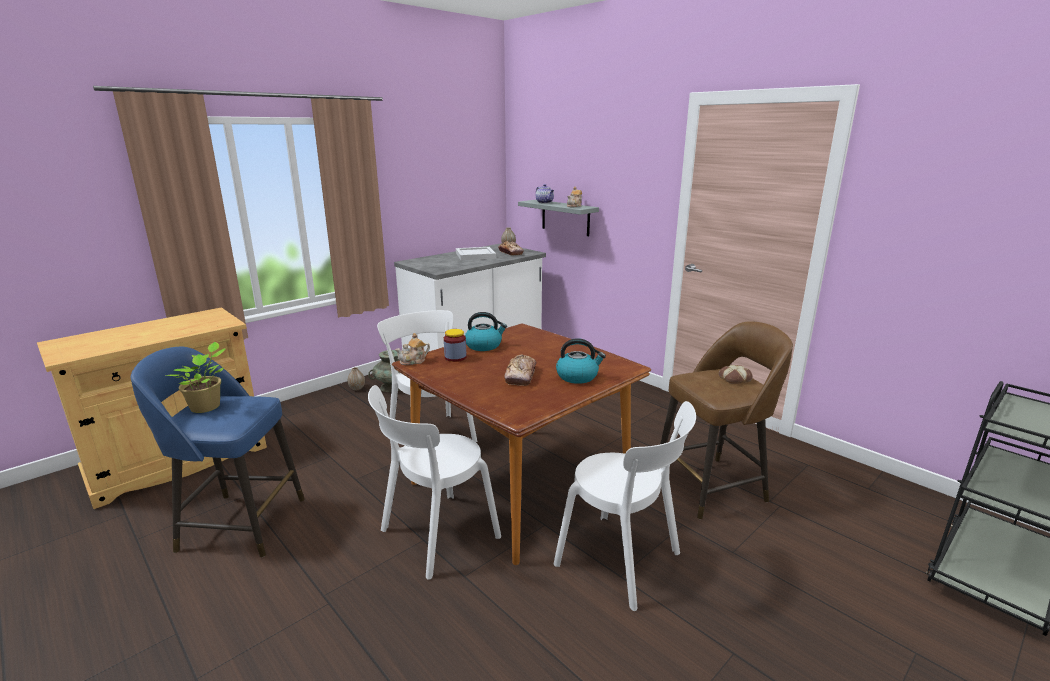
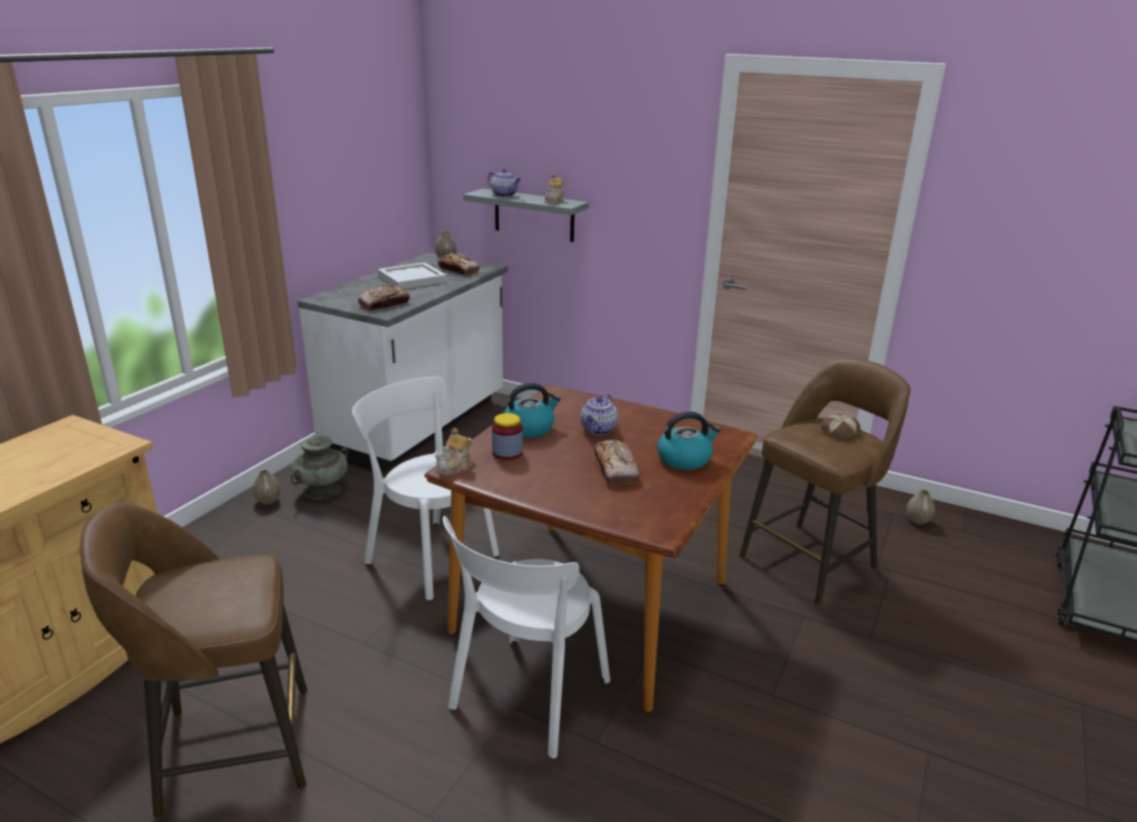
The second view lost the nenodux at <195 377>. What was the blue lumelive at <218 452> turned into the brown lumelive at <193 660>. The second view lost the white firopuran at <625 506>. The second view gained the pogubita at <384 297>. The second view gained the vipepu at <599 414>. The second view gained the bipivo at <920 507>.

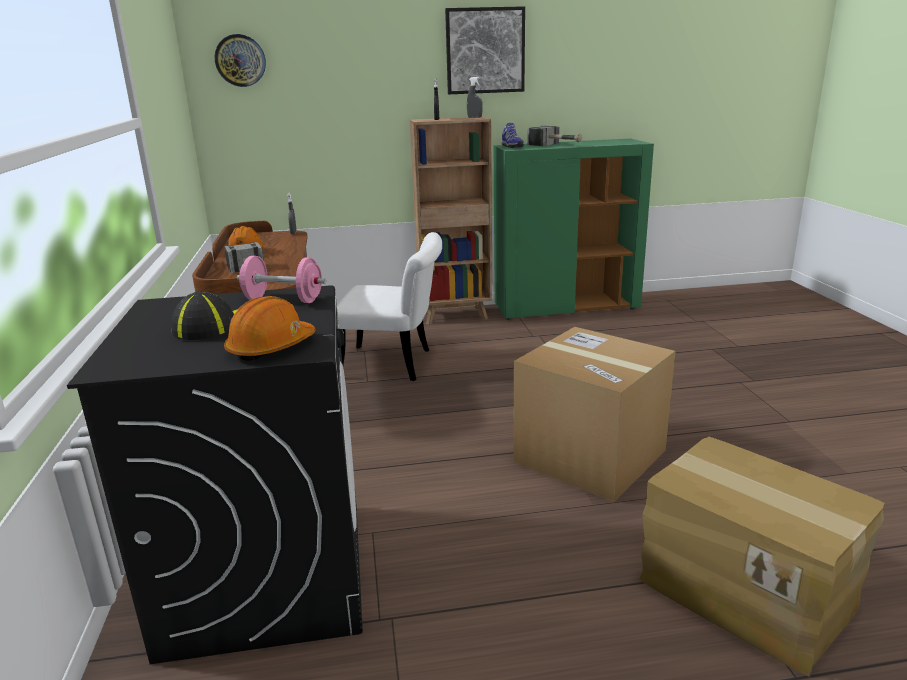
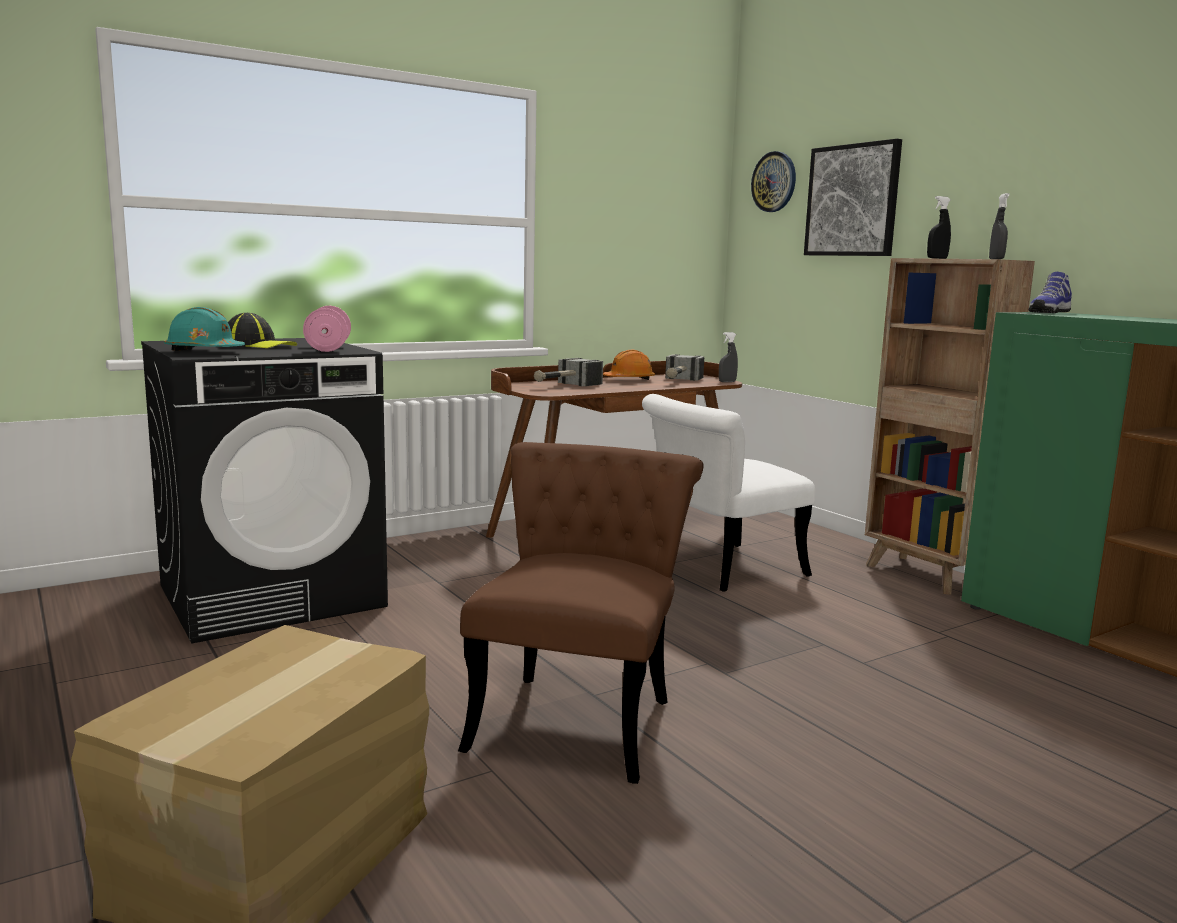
The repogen ended up elsewhere, having gone from <485 50> to <853 197>. The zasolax ended up elsewhere, having gone from <555 136> to <684 367>. The white firopuran at <389 306> ended up facing another way, 75 degrees clockwise from before. What was the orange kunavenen at <269 328> turned into the turquoise kunavenen at <204 329>. Where the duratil stood at <594 414>, the brown firopuran came to stand at <581 613>.

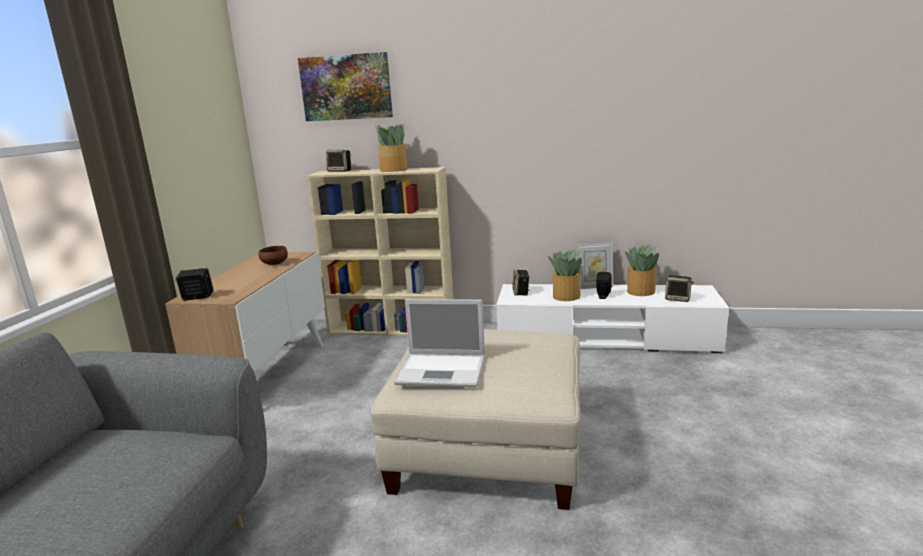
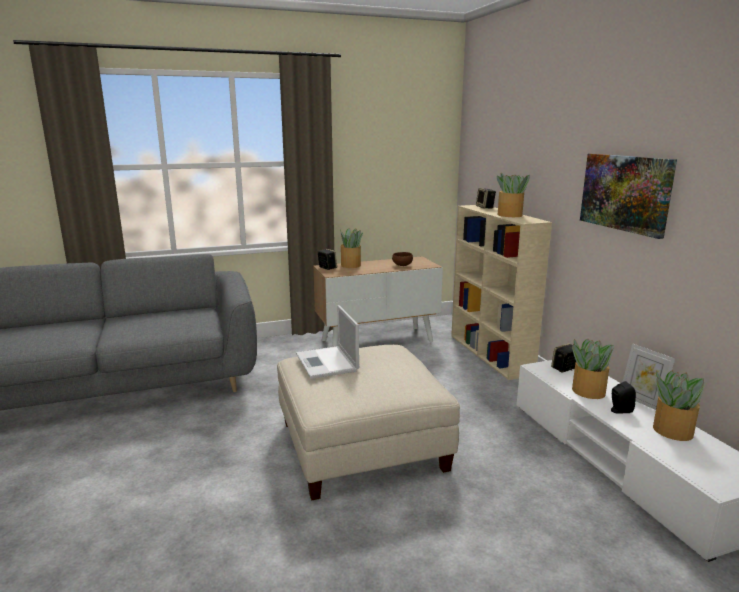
The repogen ended up elsewhere, having gone from <345 86> to <628 196>. The second view lost the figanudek at <679 288>. The second view gained the nenodux at <351 248>.

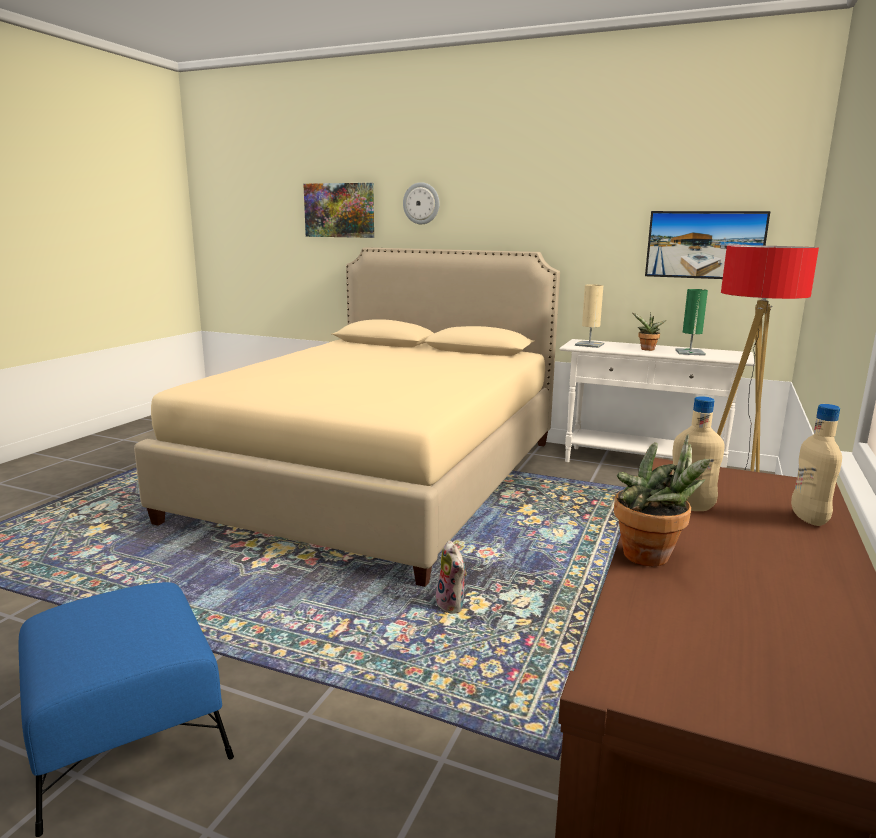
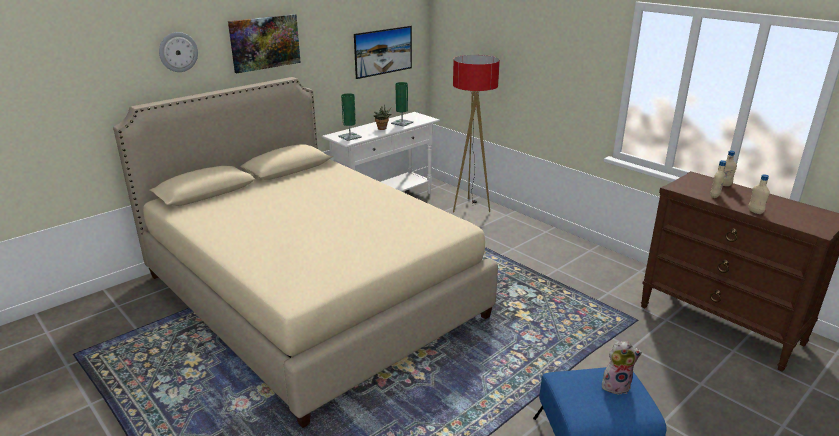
The repogen ended up elsewhere, having gone from <338 210> to <264 43>. What was the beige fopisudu at <589 316> turned into the green fopisudu at <350 117>. Where the nenodux stood at <662 500>, the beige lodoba came to stand at <759 194>. The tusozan ended up elsewhere, having gone from <451 577> to <622 368>.

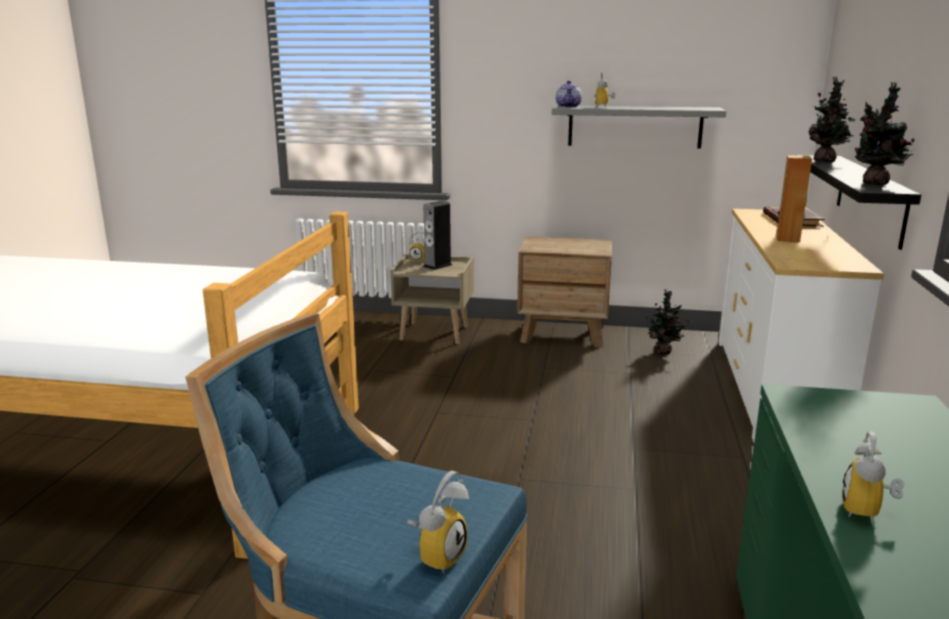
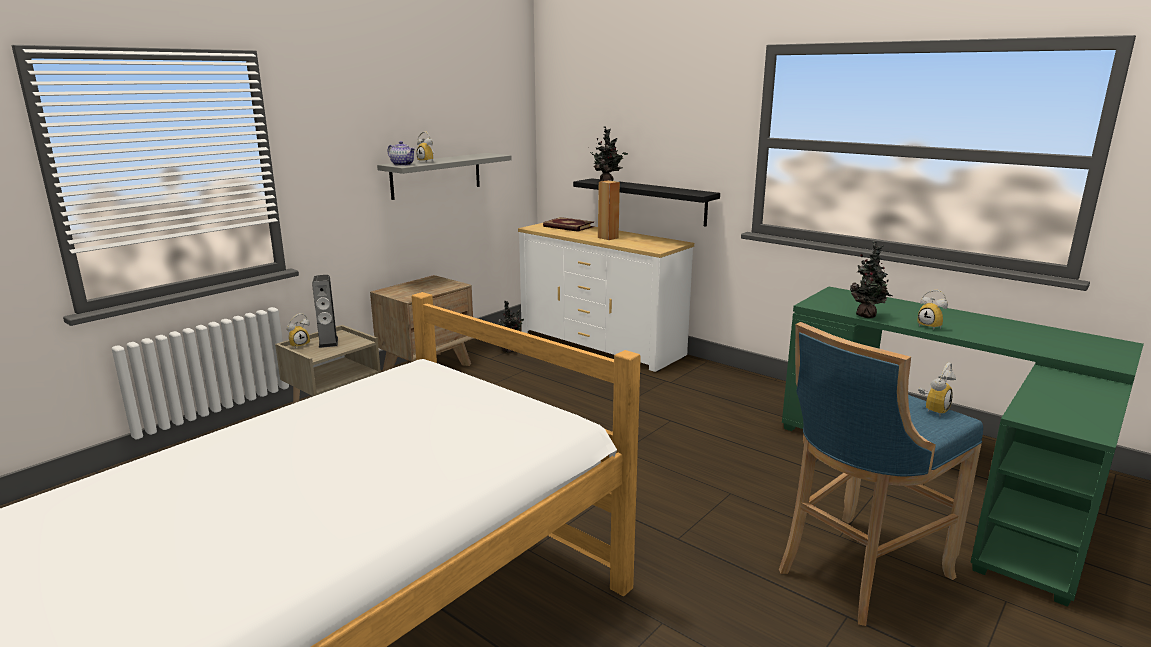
The nenodux ended up elsewhere, having gone from <884 133> to <871 279>. The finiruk at <438 522> ended up facing another way, 75 degrees clockwise from before.

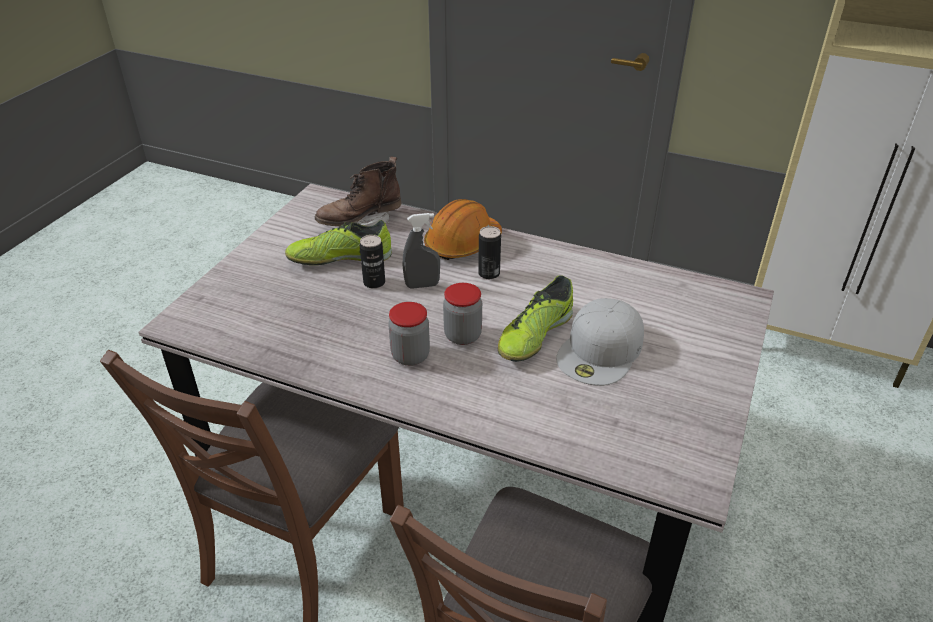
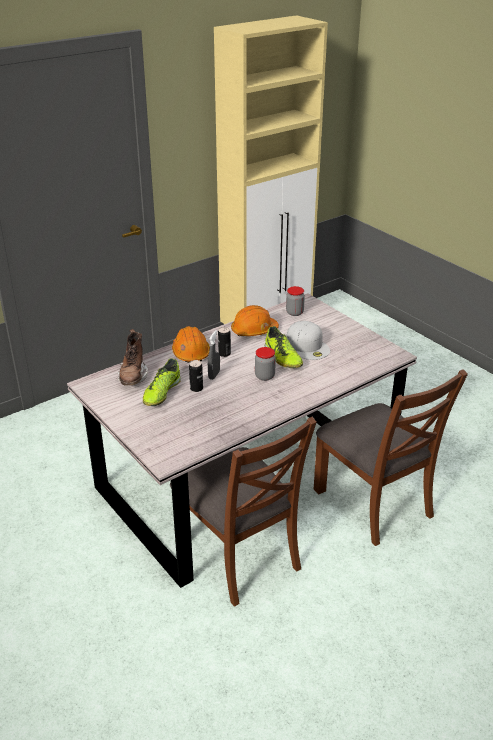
The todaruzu ended up elsewhere, having gone from <409 334> to <295 301>. The second view gained the orange kunavenen at <255 320>.

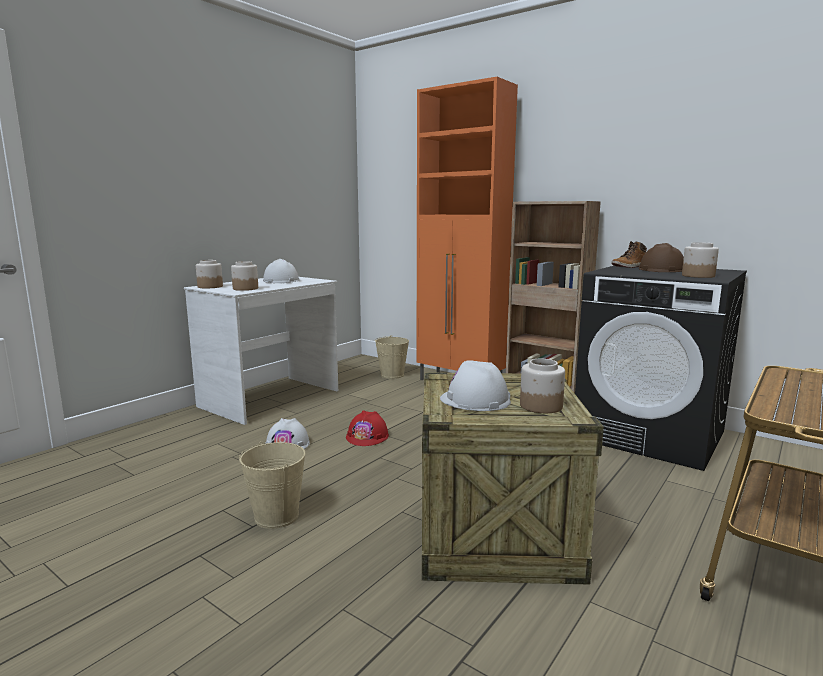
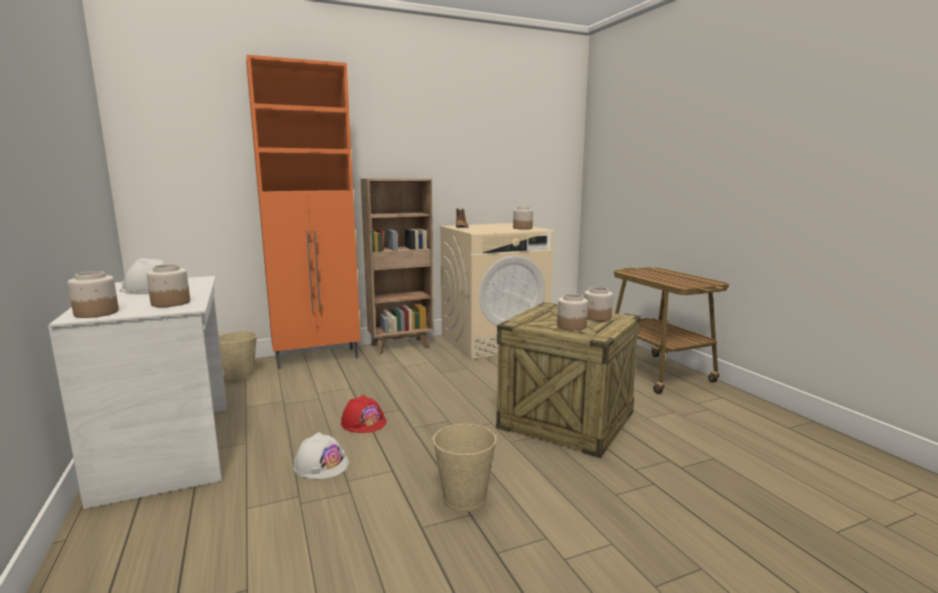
The second view lost the brown kunavenen at <661 257>. What was the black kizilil at <661 368> turned into the beige kizilil at <497 291>. Where the white kunavenen stood at <475 385>, the todaruzu came to stand at <572 312>.

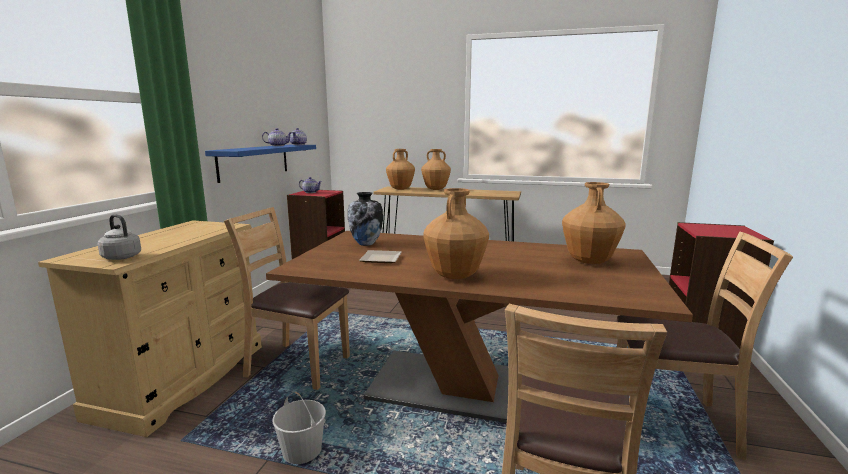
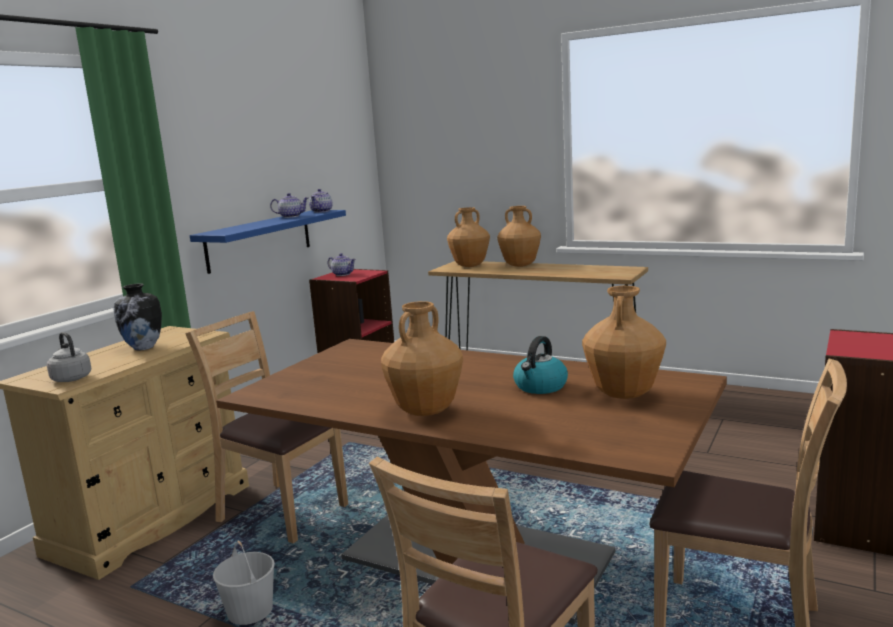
The bipivo ended up elsewhere, having gone from <365 219> to <137 317>. The second view lost the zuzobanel at <380 256>. The second view gained the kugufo at <540 365>.

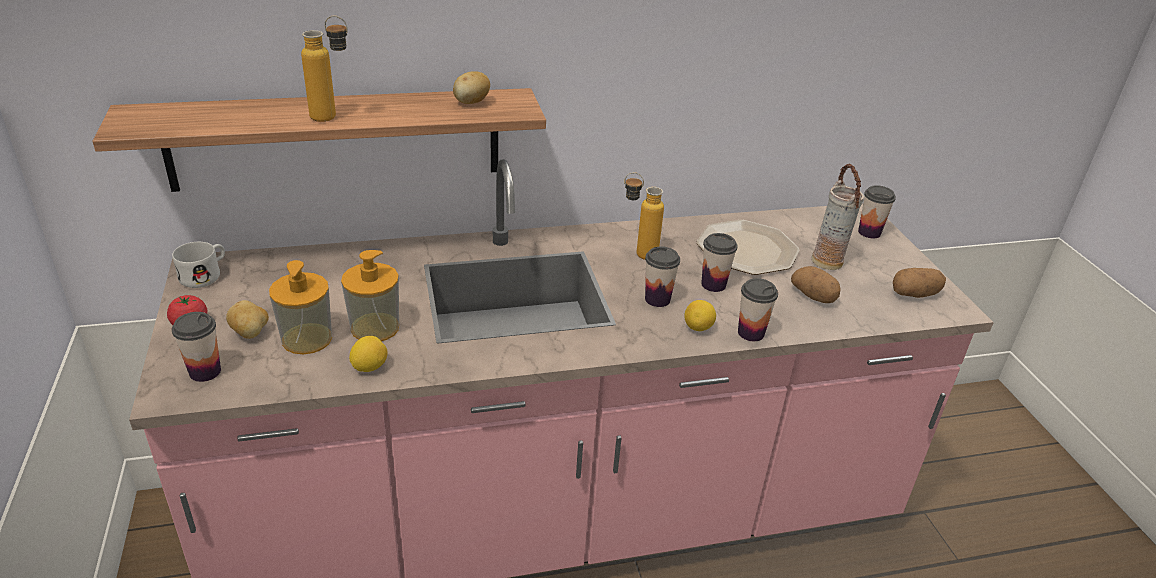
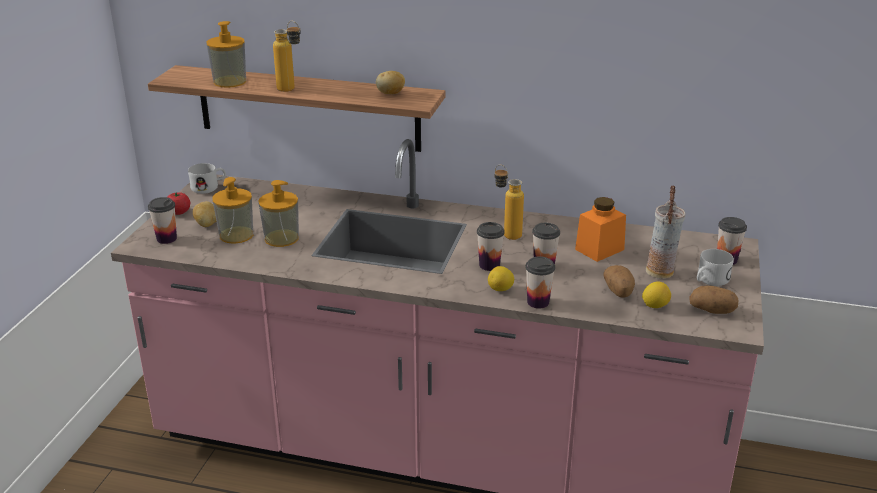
Where the zuzobanel stood at <748 247>, the orange todaruzu came to stand at <600 229>. The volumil ended up elsewhere, having gone from <368 354> to <656 294>. The second view gained the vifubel at <226 54>. The second view gained the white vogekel at <715 267>.

